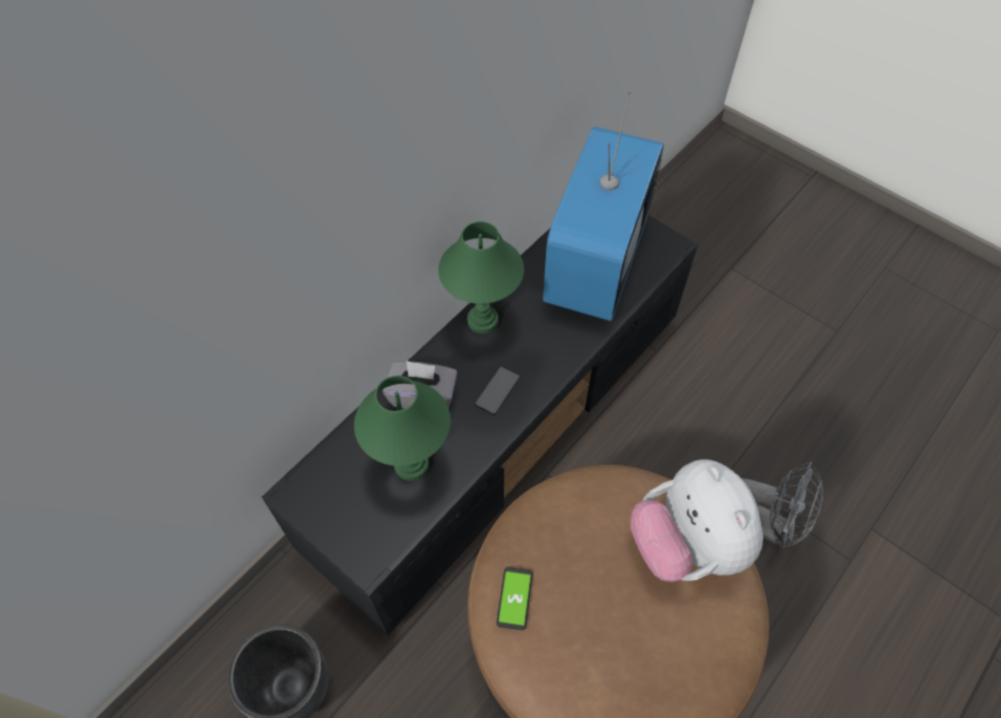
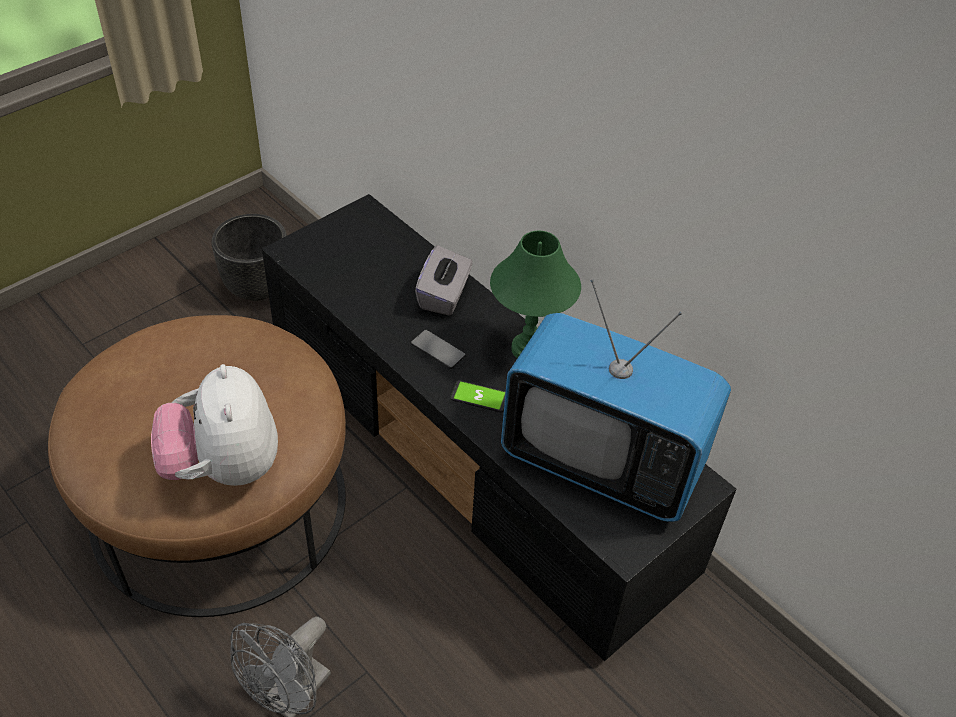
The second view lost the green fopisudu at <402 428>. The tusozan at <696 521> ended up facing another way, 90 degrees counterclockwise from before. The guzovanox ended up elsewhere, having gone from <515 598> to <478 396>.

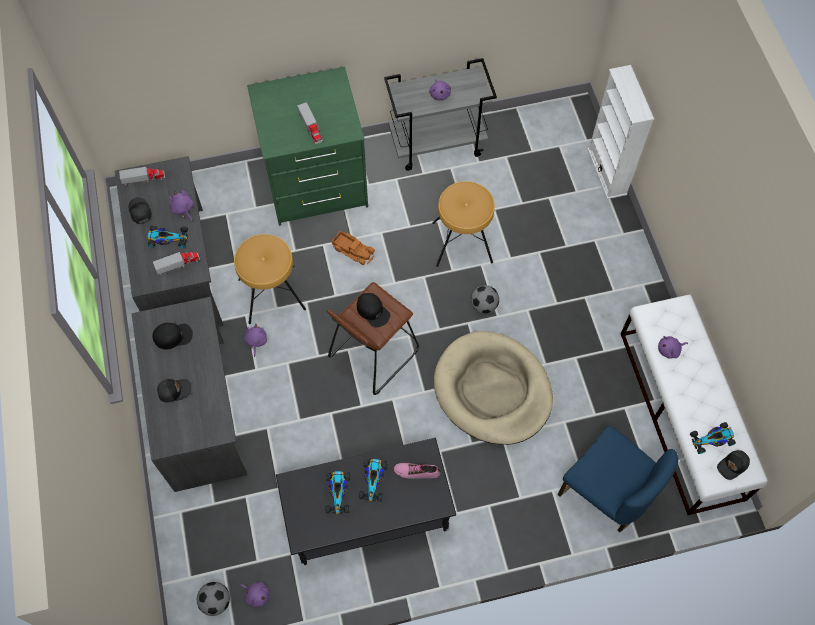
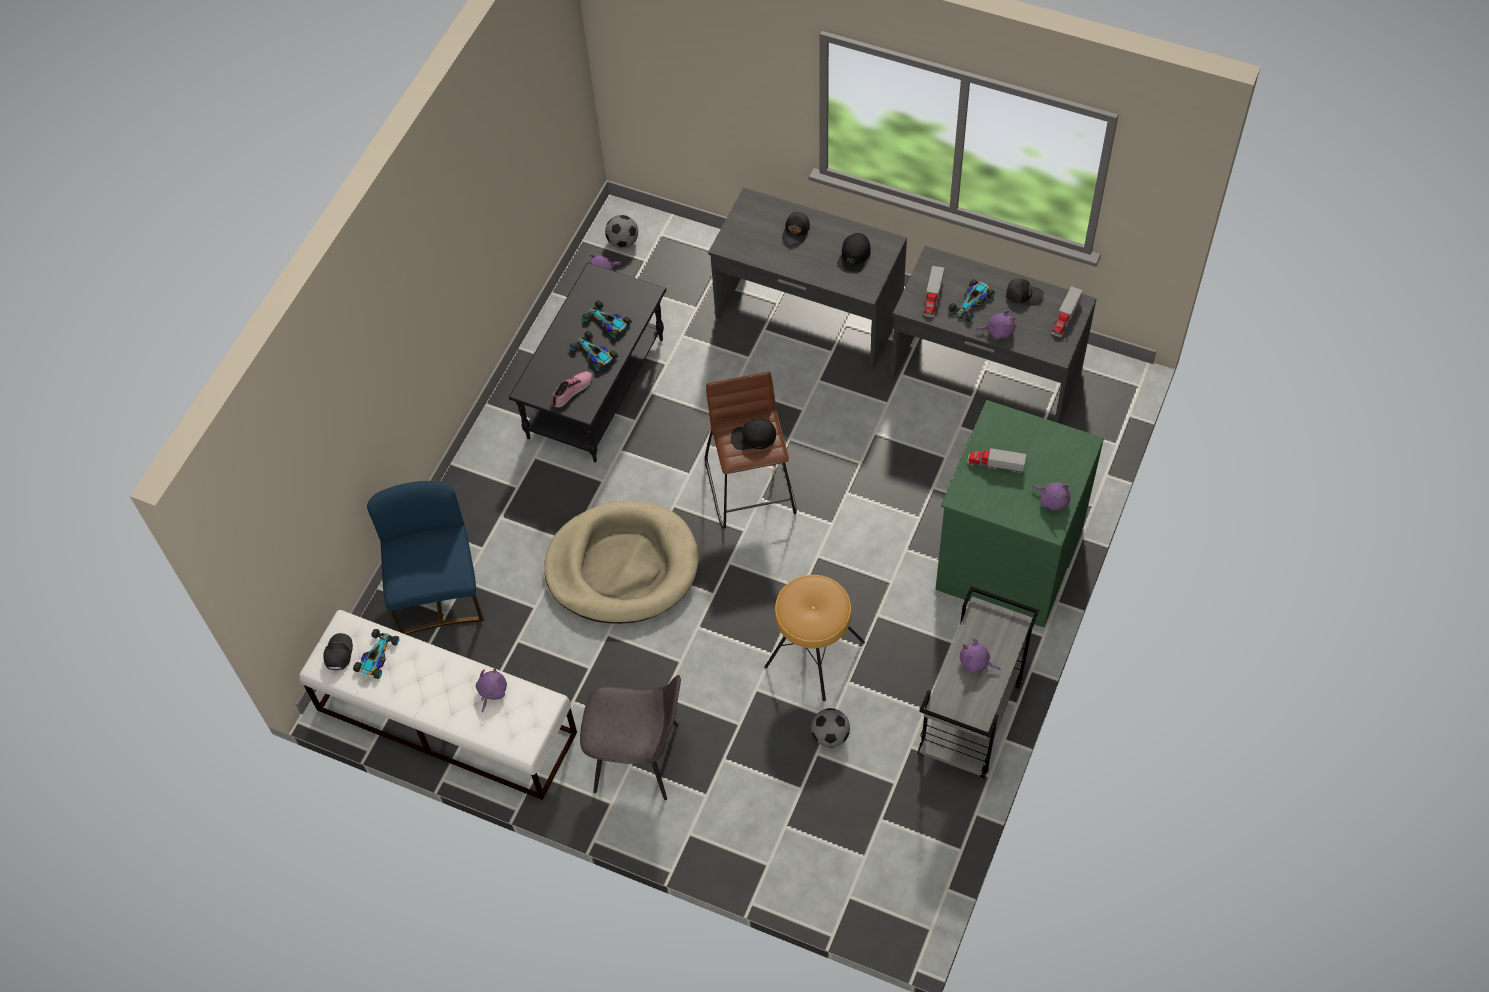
The second view lost the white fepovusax at <620 132>. The second view lost the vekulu at <353 248>. The second view lost the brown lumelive at <270 279>. The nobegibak ended up elsewhere, having gone from <485 299> to <830 728>. The purple tusozan ended up elsewhere, having gone from <255 340> to <1051 496>. The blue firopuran at <618 478> ended up facing another way, 90 degrees clockwise from before. The second view gained the grey firopuran at <630 737>.

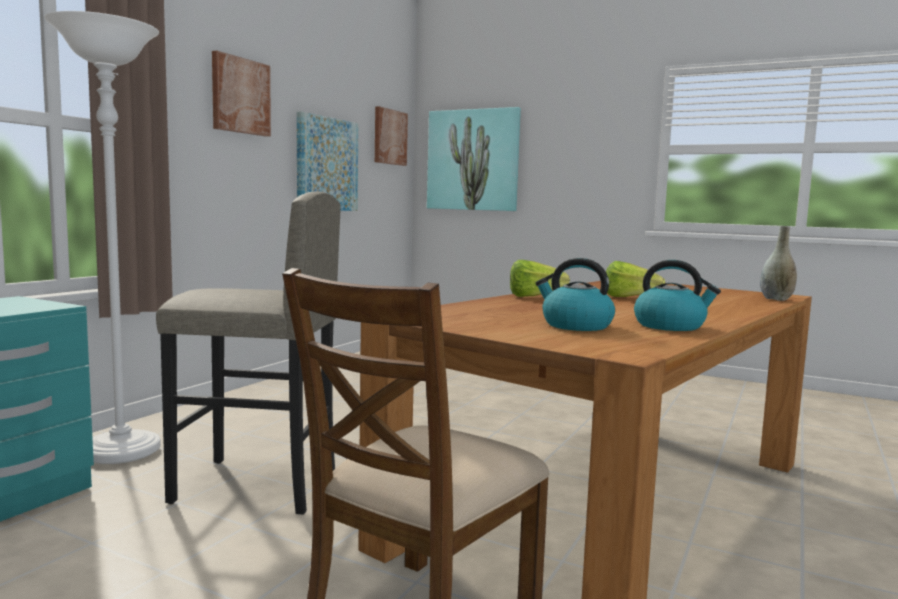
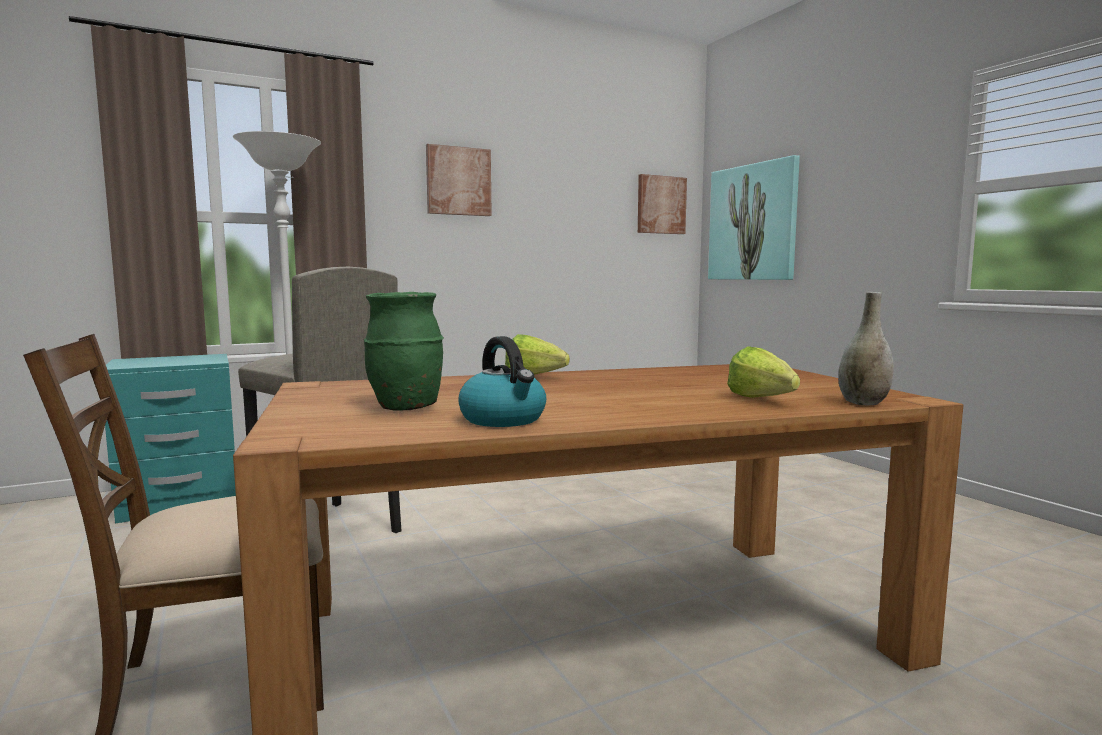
The second view lost the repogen at <327 161>. Where the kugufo stood at <575 294>, the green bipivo came to stand at <404 351>. The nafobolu ended up elsewhere, having gone from <635 279> to <763 372>.

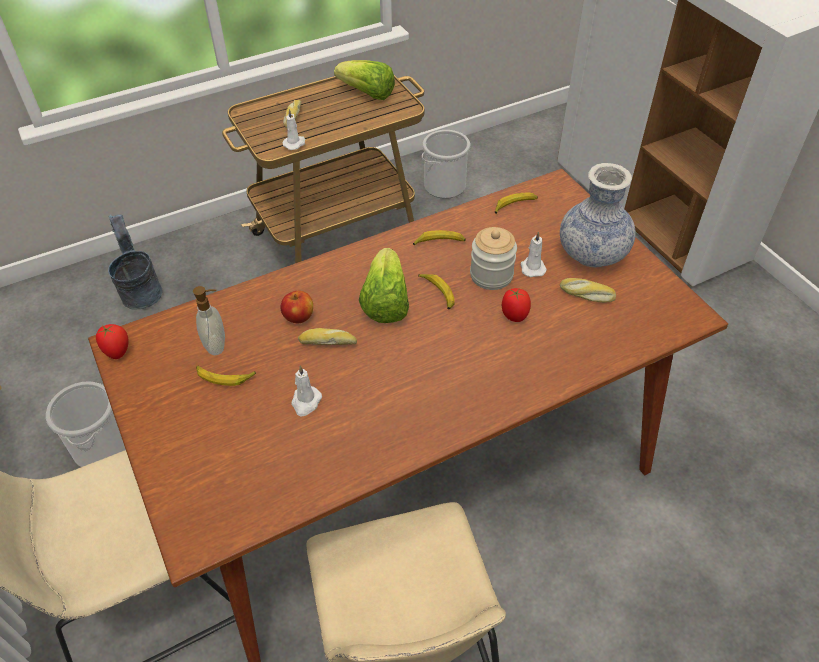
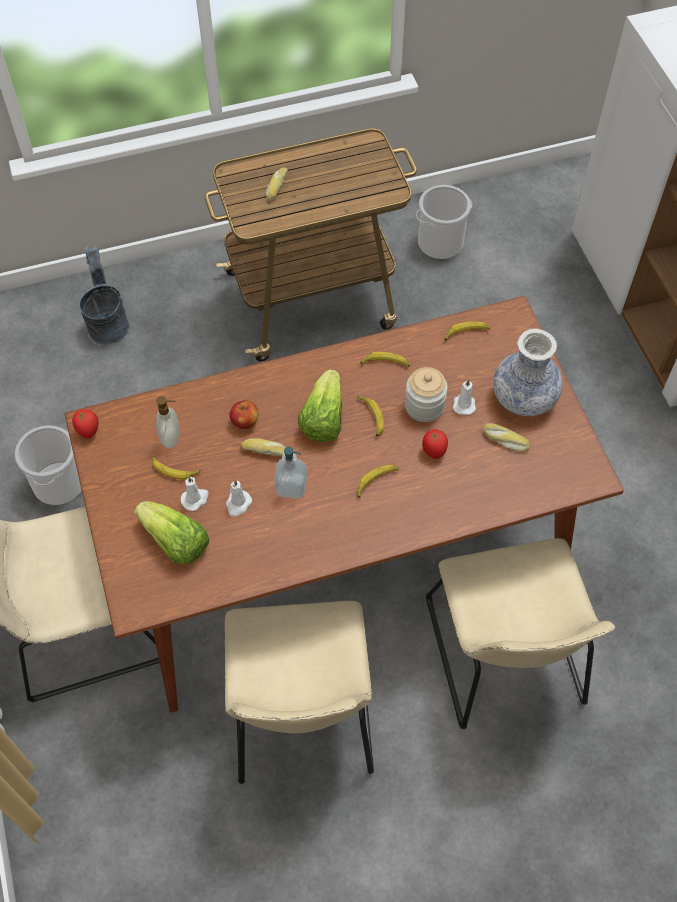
The nafobolu ended up elsewhere, having gone from <364 80> to <171 532>. The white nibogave ended up elsewhere, having gone from <294 129> to <195 493>. The second view gained the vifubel at <290 473>. The second view gained the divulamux at <378 481>. The second view gained the beige firopuran at <520 633>.

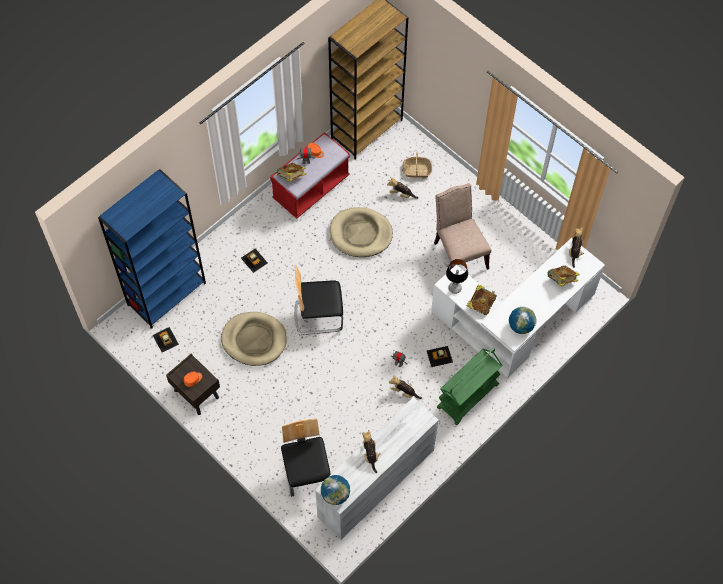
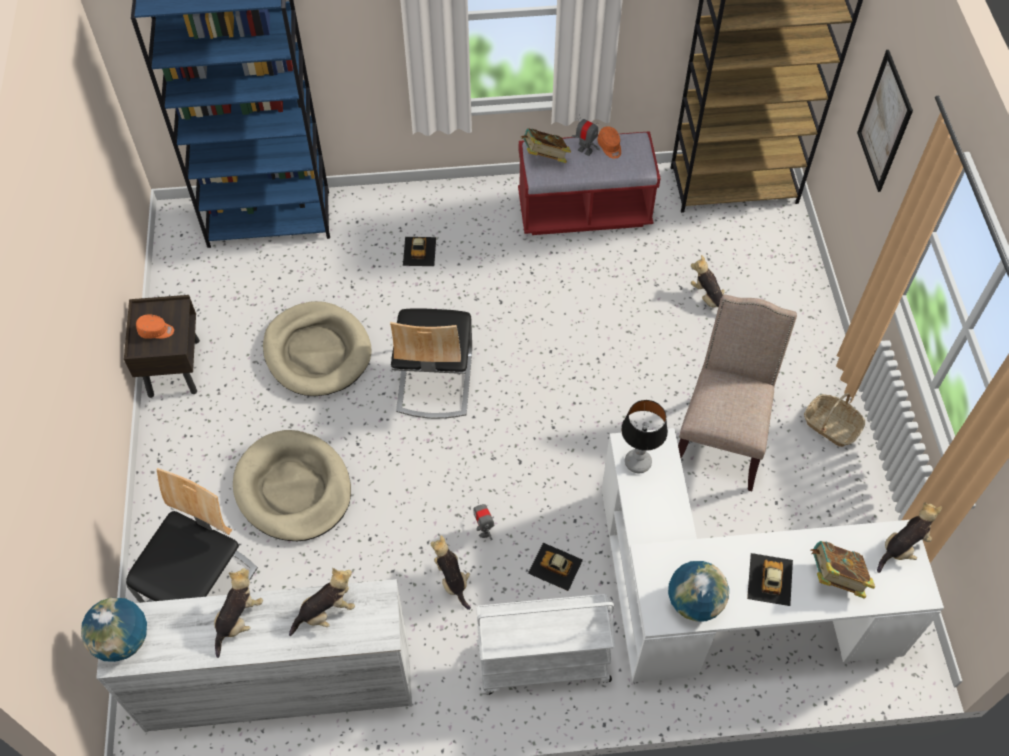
The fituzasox ended up elsewhere, having gone from <417 165> to <834 420>. The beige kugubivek ended up elsewhere, having gone from <361 232> to <292 485>. The firopuran at <318 300> ended up facing another way, 120 degrees counterclockwise from before. The second view lost the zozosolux at <482 300>. The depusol ended up elsewhere, having gone from <166 339> to <770 579>. What was the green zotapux at <469 386> turned into the white zotapux at <545 644>. The second view gained the repogen at <885 121>. The second view gained the tusozan at <322 602>.

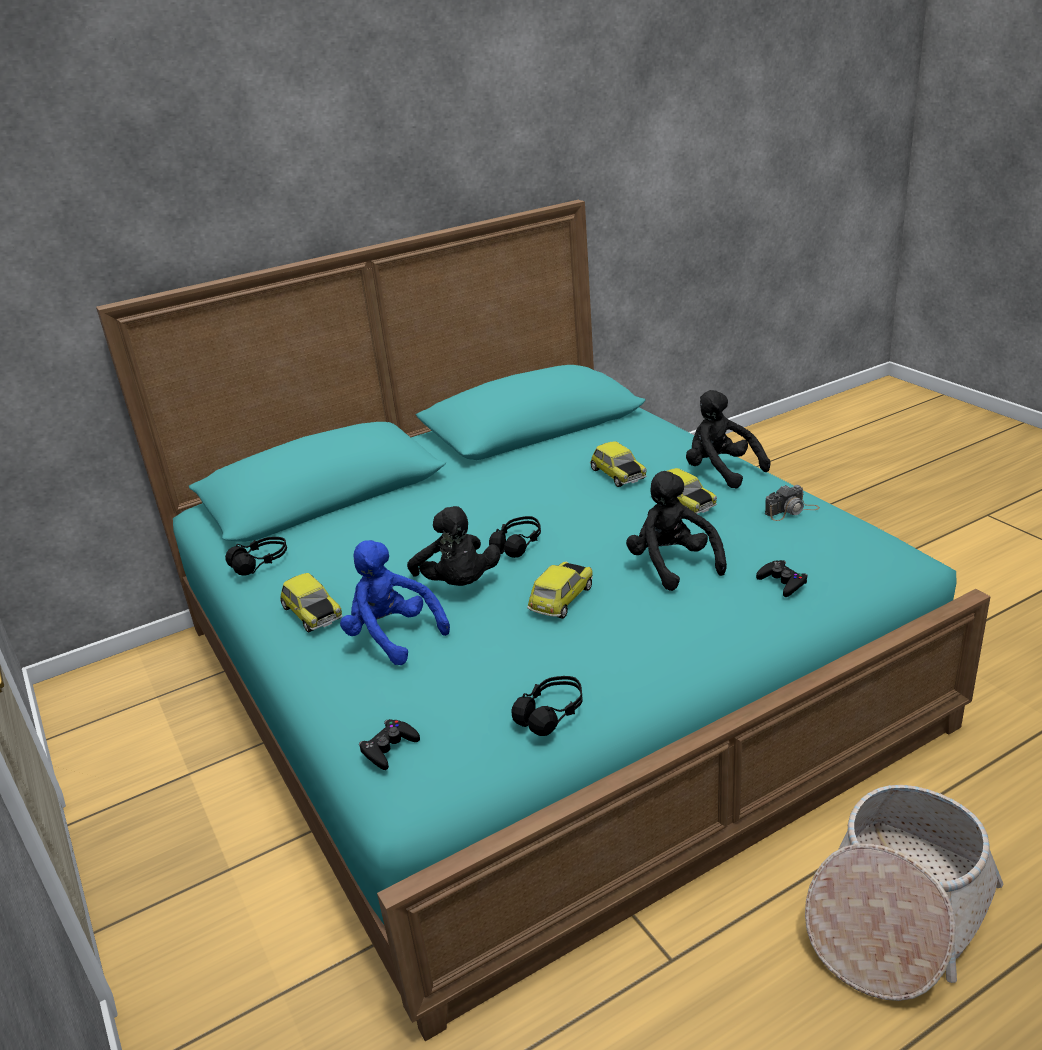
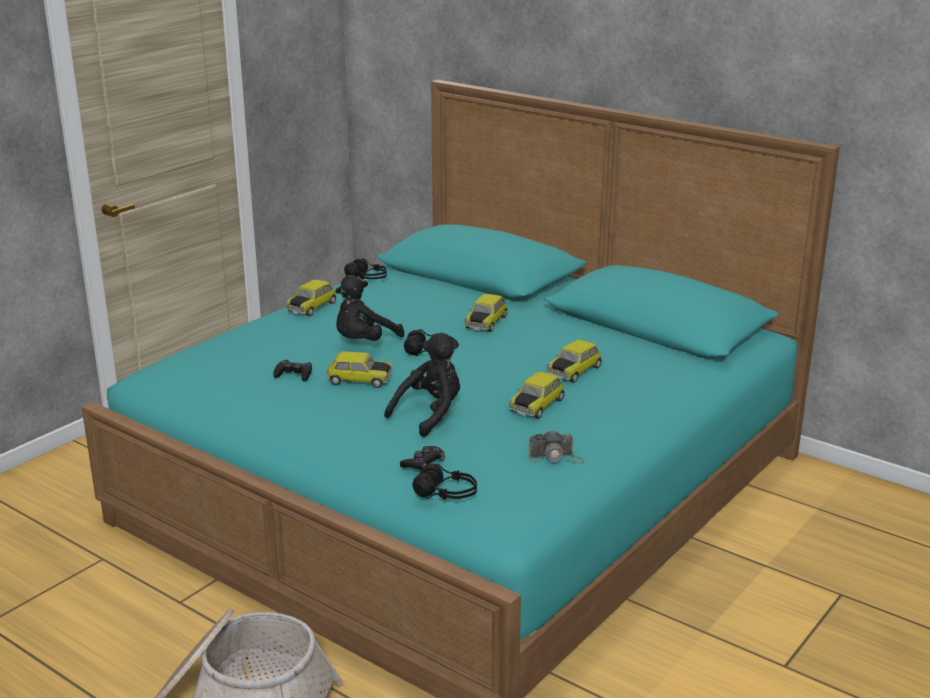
The second view lost the black tusozan at <728 439>. The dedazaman at <792 503> ended up facing another way, 45 degrees counterclockwise from before. The second view lost the blue tusozan at <395 602>. The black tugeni ended up elsewhere, having gone from <547 706> to <444 482>. The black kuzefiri ended up elsewhere, having gone from <389 744> to <292 371>. The second view gained the depusol at <486 313>.

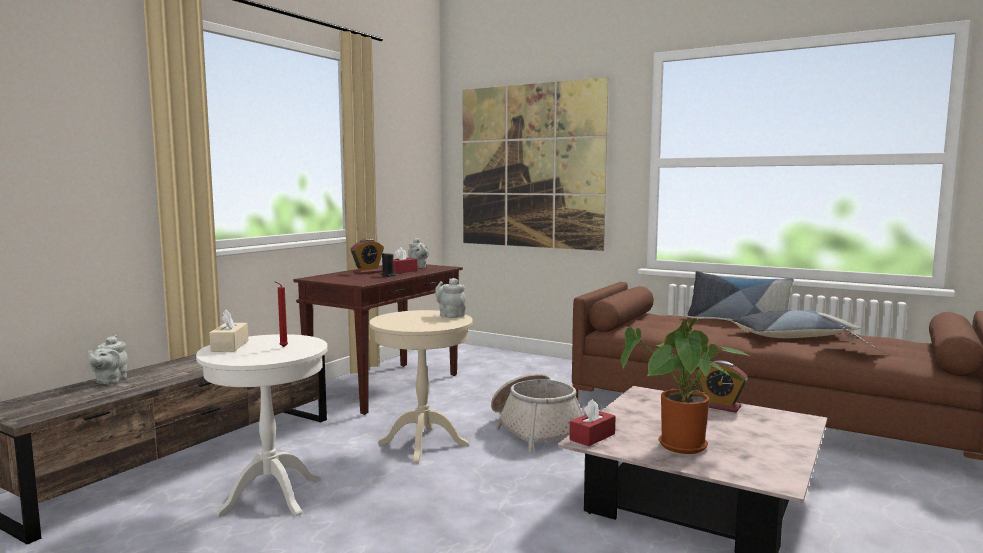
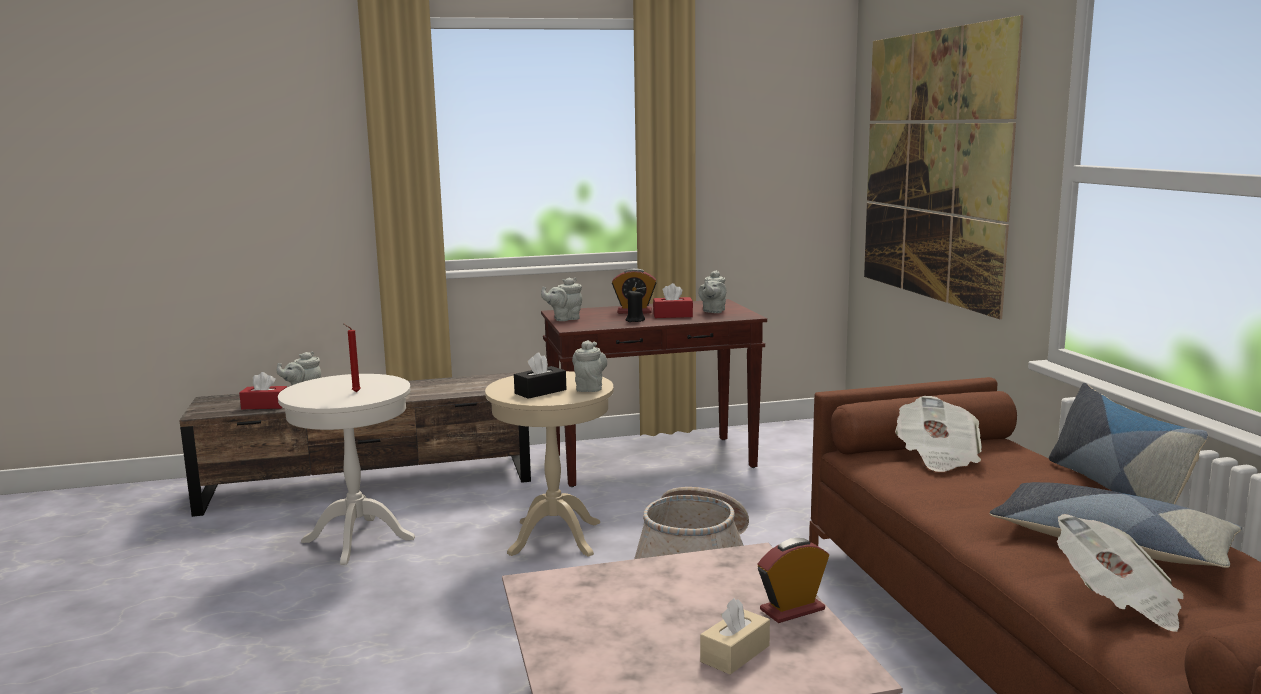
The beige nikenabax ended up elsewhere, having gone from <228 330> to <735 636>. The second view lost the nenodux at <685 386>. The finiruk at <722 387> ended up facing another way, 75 degrees clockwise from before. The red nikenabax ended up elsewhere, having gone from <592 422> to <263 390>. The second view gained the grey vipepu at <561 299>. The second view gained the black nikenabax at <540 375>. The second view gained the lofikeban at <938 434>.

